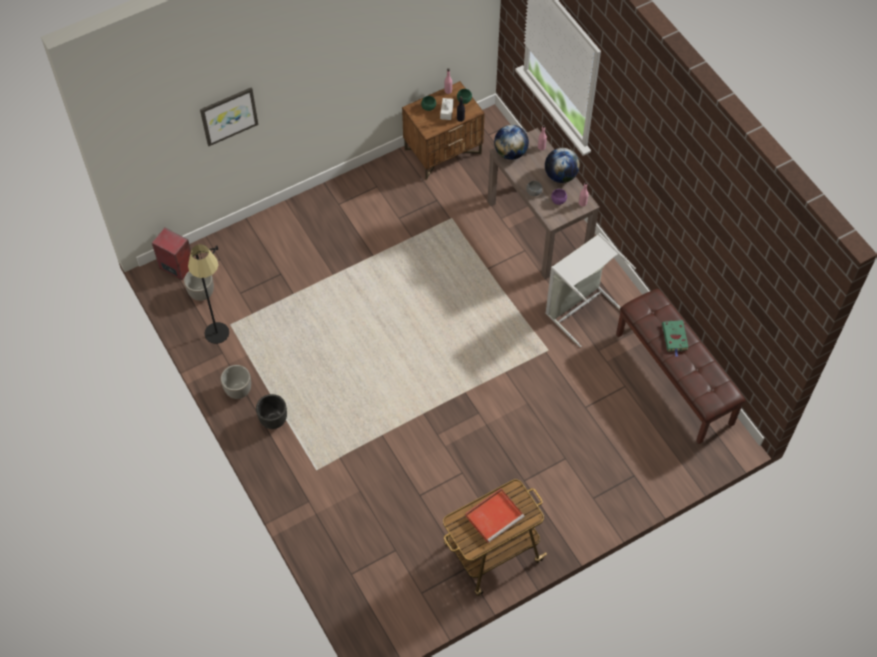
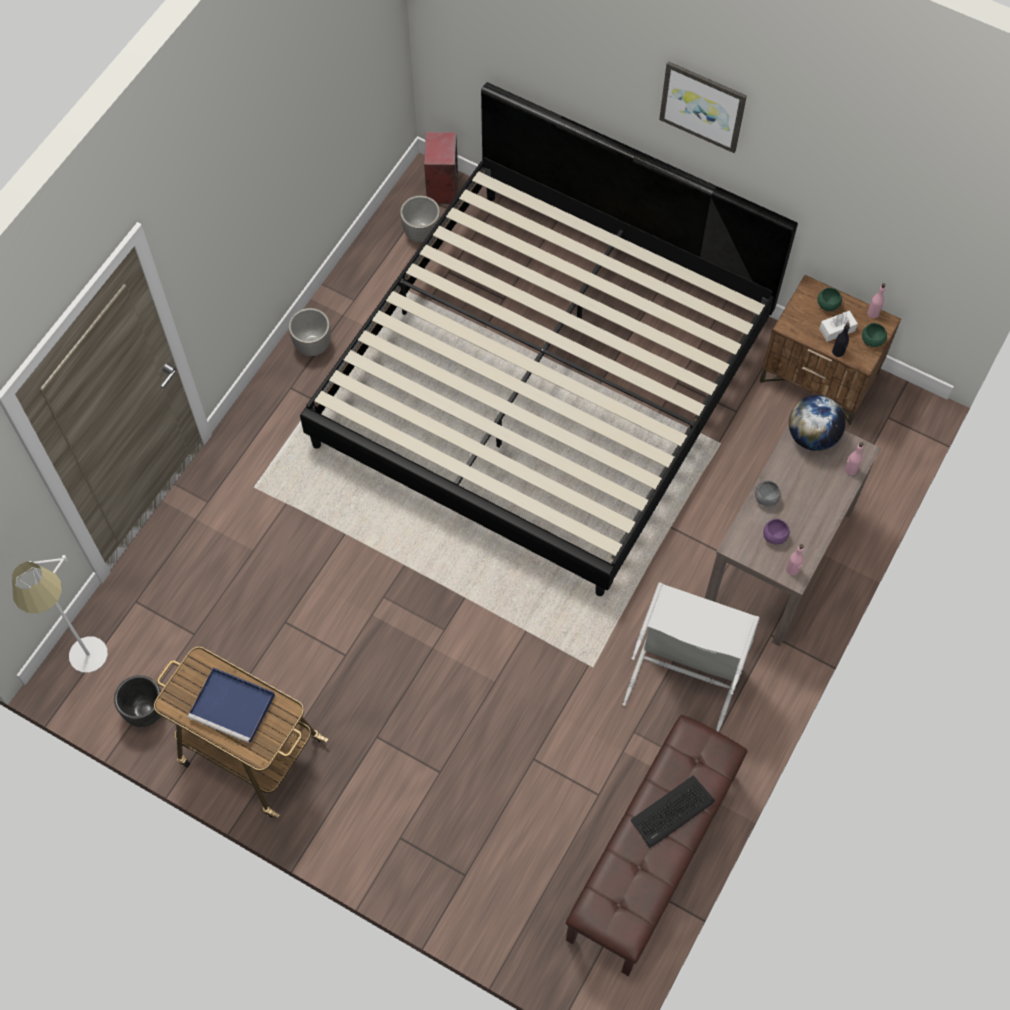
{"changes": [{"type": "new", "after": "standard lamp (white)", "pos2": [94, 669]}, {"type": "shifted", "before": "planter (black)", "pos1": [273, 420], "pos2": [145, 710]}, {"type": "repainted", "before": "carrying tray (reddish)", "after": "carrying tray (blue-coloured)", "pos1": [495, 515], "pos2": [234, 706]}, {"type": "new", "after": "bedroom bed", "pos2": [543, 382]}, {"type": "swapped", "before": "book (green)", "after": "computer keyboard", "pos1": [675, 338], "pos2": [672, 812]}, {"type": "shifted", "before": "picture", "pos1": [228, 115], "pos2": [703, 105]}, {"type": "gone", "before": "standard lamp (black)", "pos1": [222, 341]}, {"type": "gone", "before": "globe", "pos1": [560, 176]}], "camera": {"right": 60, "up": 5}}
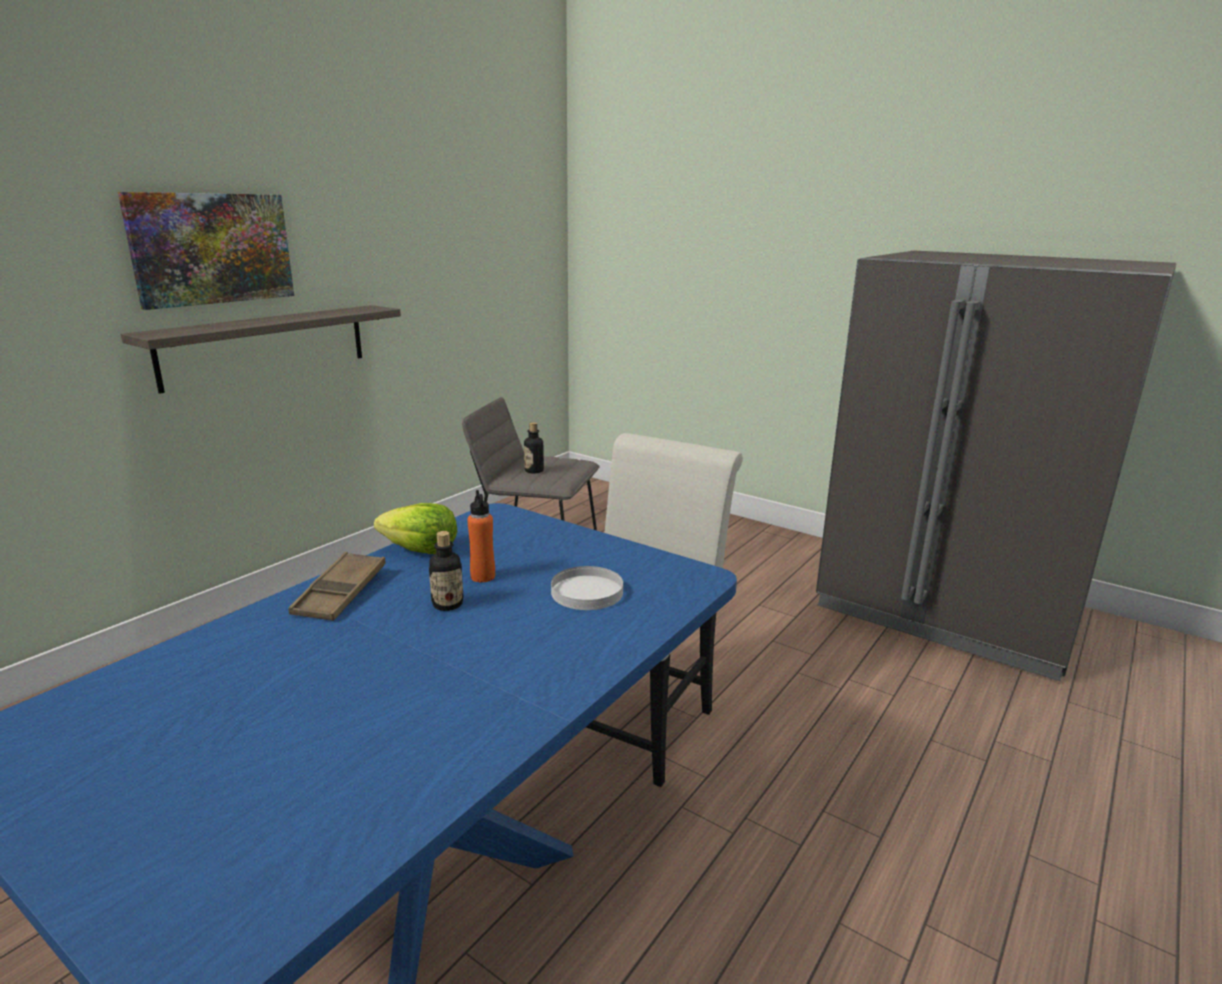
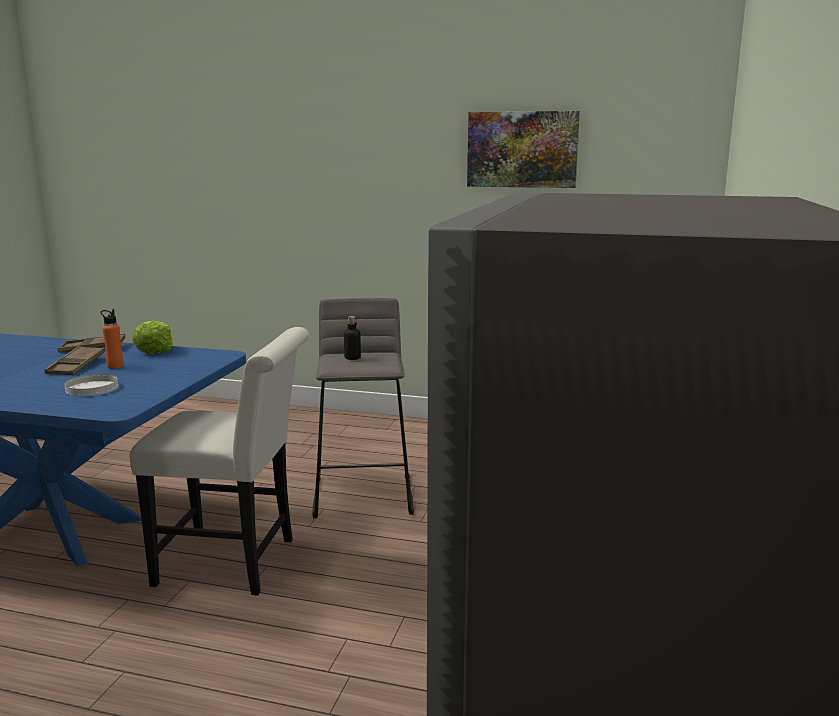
{"changes": [{"type": "swapped", "before": "bottle", "after": "carrying tray (brown)", "pos1": [447, 604], "pos2": [76, 366]}, {"type": "shifted", "before": "picture", "pos1": [212, 248], "pos2": [522, 149]}, {"type": "gone", "before": "shelf", "pos1": [266, 345]}], "camera": {"right": 70, "up": -5}}
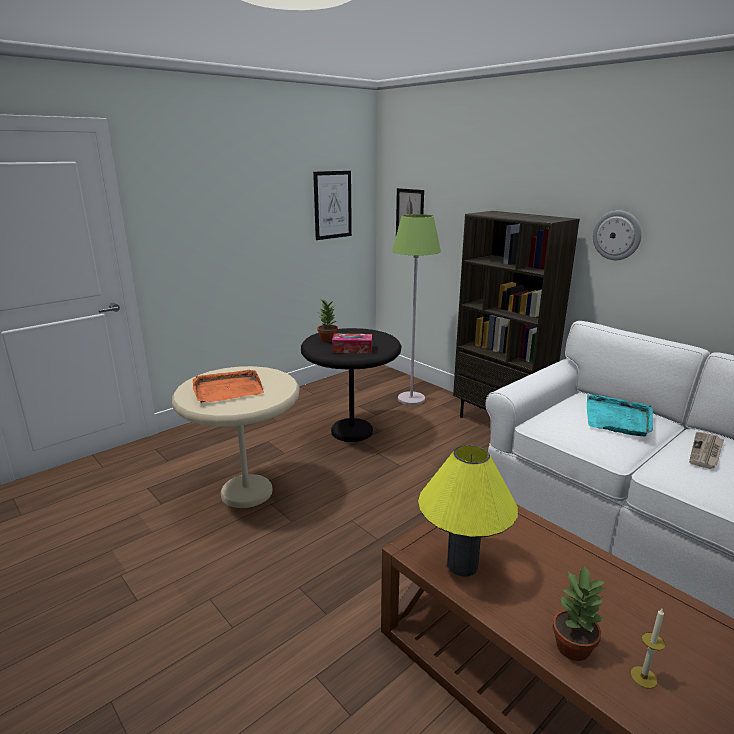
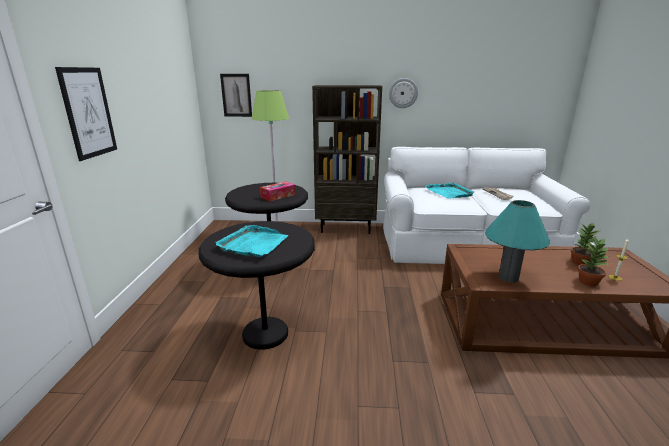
{"changes": [{"type": "shifted", "before": "picture", "pos1": [332, 205], "pos2": [88, 112]}, {"type": "repainted", "before": "end table (sand-coloured)", "after": "end table (black)", "pos1": [247, 492], "pos2": [265, 334]}, {"type": "repainted", "before": "carrying tray (orange)", "after": "carrying tray (turquoise-coloured)", "pos1": [227, 389], "pos2": [253, 244]}, {"type": "repainted", "before": "lamp for a table (yellow-coloured)", "after": "lamp for a table (turquoise-coloured)", "pos1": [462, 565], "pos2": [508, 277]}, {"type": "shifted", "before": "potted plant", "pos1": [327, 339], "pos2": [580, 263]}], "camera": {"right": -45, "up": 0}}
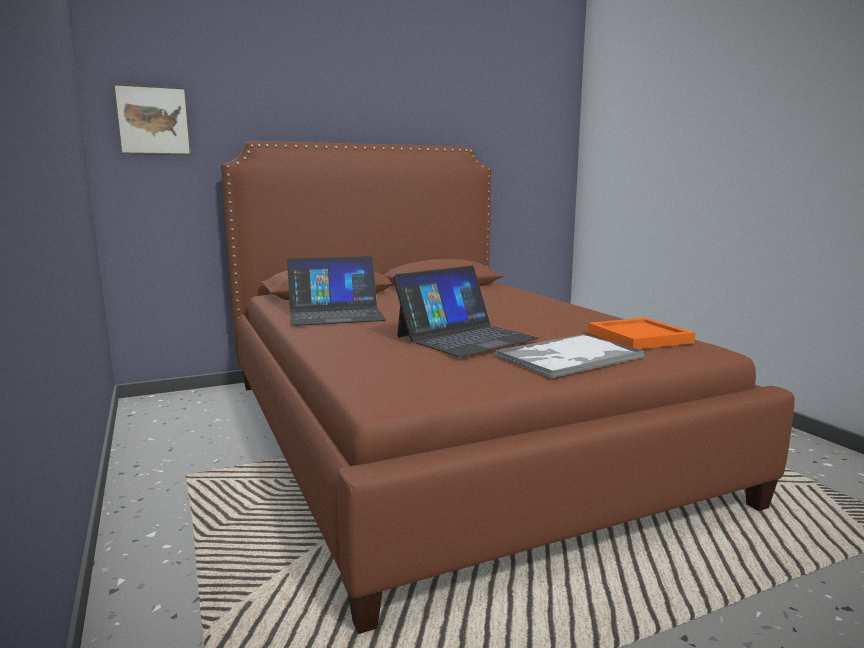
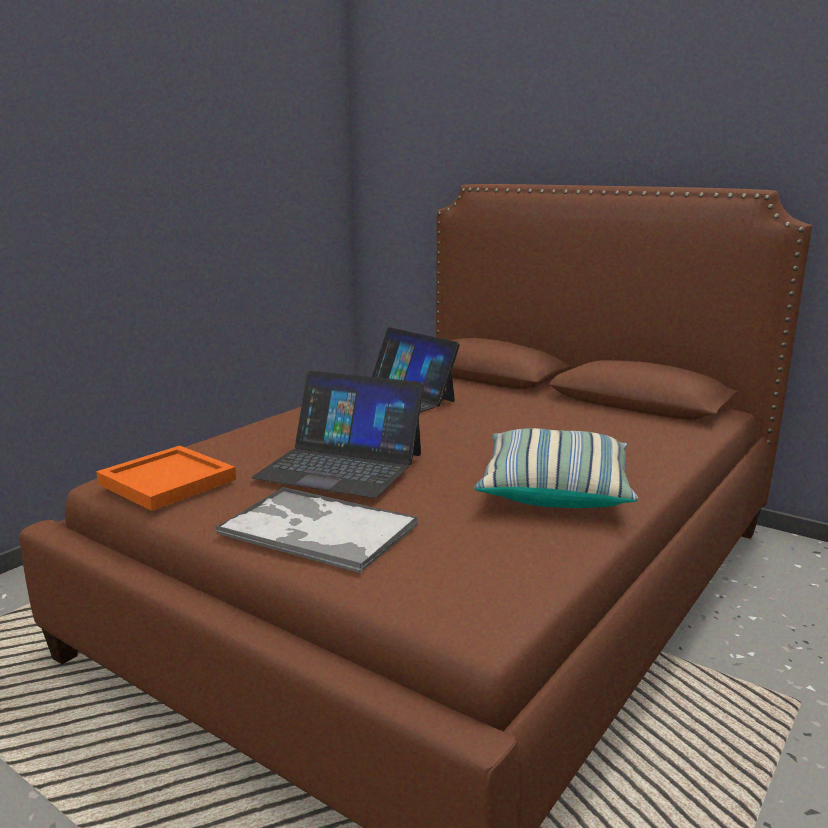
{"changes": [{"type": "shifted", "before": "carrying tray (orange)", "pos1": [637, 337], "pos2": [168, 481]}, {"type": "new", "after": "throw pillow", "pos2": [554, 490]}, {"type": "gone", "before": "picture", "pos1": [153, 121]}], "camera": {"right": 60, "up": 5}}
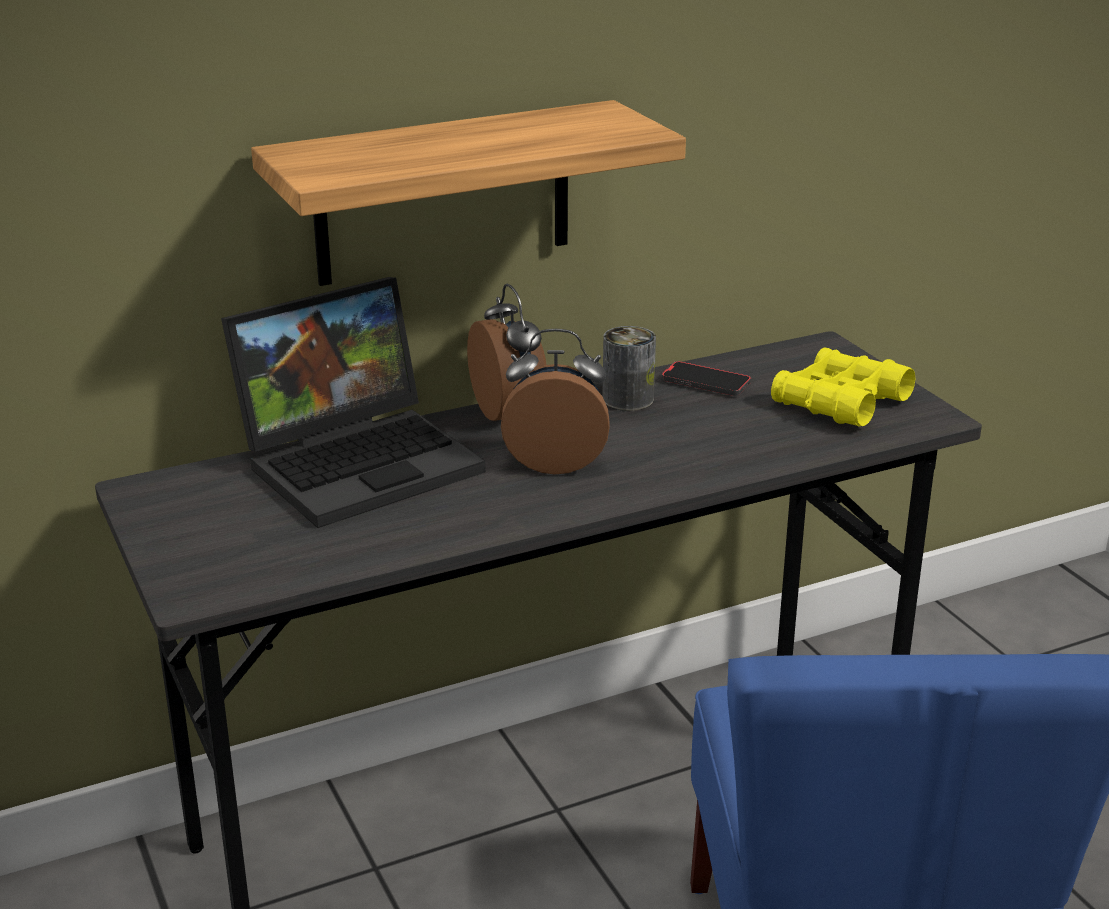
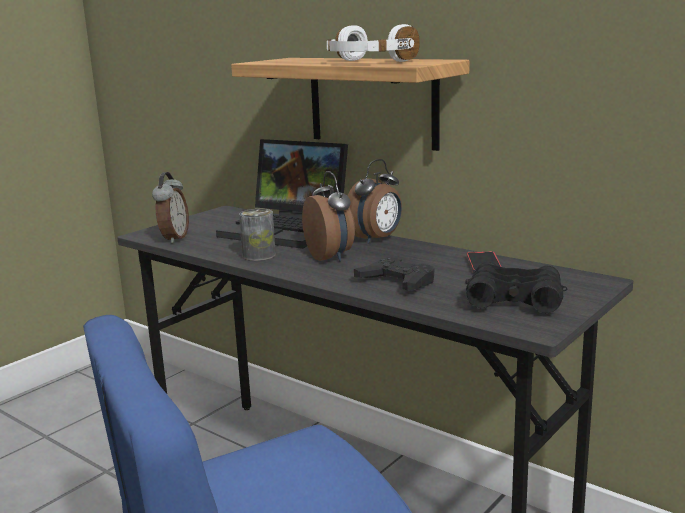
{"changes": [{"type": "new", "after": "table clock", "pos2": [173, 238]}, {"type": "shifted", "before": "sealed can", "pos1": [628, 399], "pos2": [259, 255]}, {"type": "new", "after": "headset (white)", "pos2": [368, 62]}, {"type": "new", "after": "joypad (black)", "pos2": [397, 282]}, {"type": "repainted", "before": "binoculars (yellow-coloured)", "after": "binoculars (black)", "pos1": [840, 402], "pos2": [514, 300]}], "camera": {"right": 65, "up": -10}}
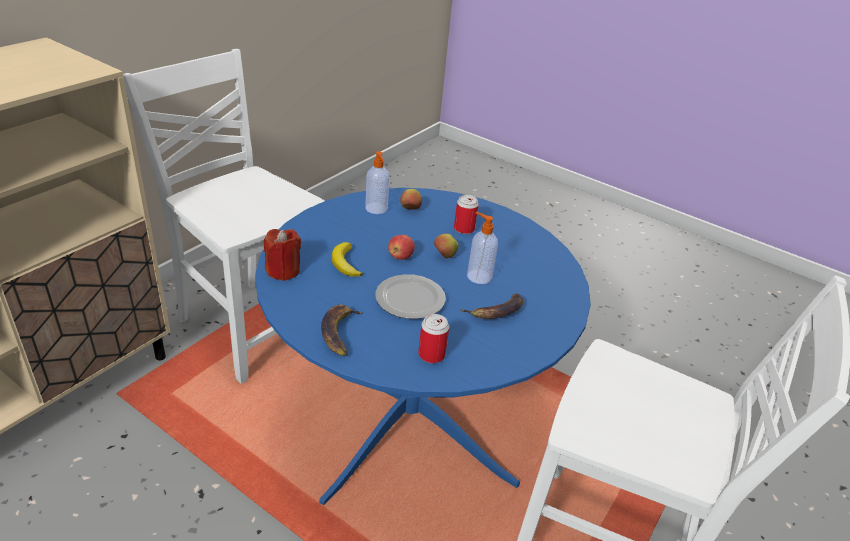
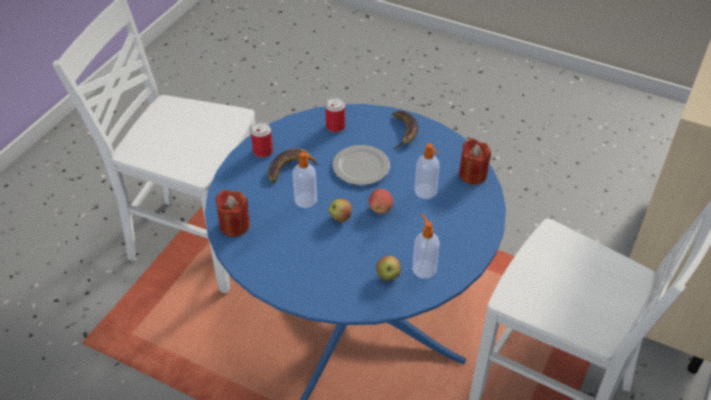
{"changes": [{"type": "new", "after": "wax candle (reddish)", "pos2": [234, 225]}, {"type": "shifted", "before": "sealed can", "pos1": [464, 229], "pos2": [263, 151]}, {"type": "swapped", "before": "banana", "after": "liquid soap bottle", "pos1": [345, 263], "pos2": [426, 192]}], "camera": {"right": 175, "up": 10}}
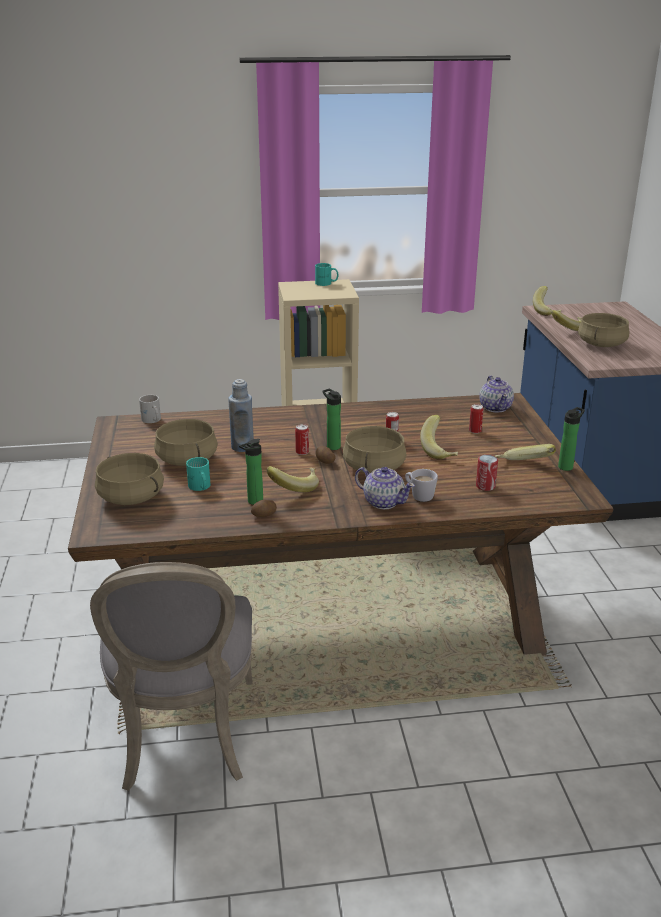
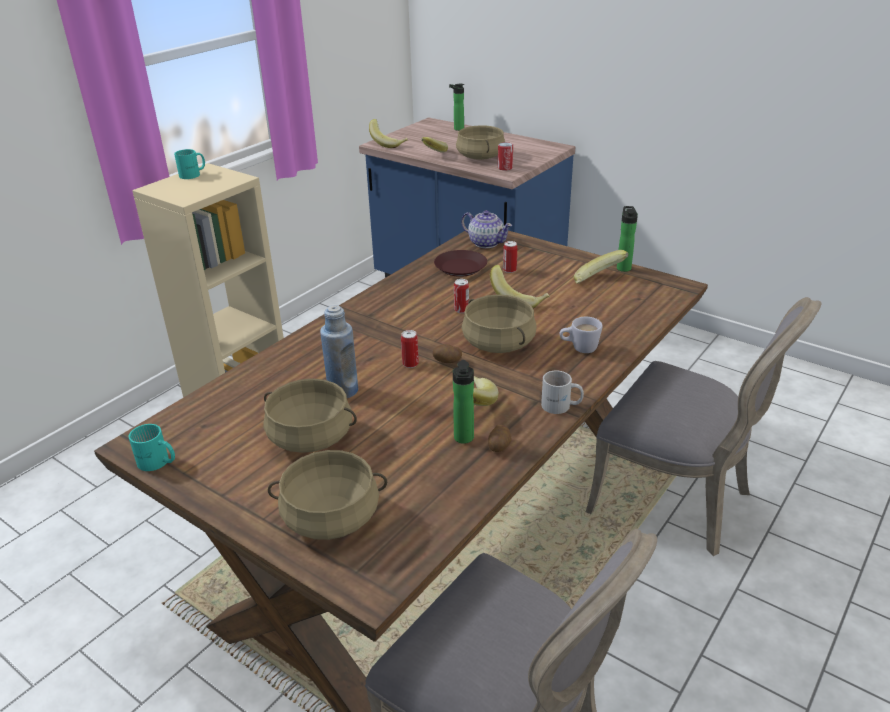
{"changes": [{"type": "shifted", "before": "tea mug (turquoise-coloured)", "pos1": [199, 487], "pos2": [157, 463]}, {"type": "new", "after": "flat dish (brown)", "pos2": [460, 268]}, {"type": "shifted", "before": "bottle", "pos1": [332, 446], "pos2": [457, 129]}, {"type": "shifted", "before": "sealed can", "pos1": [485, 486], "pos2": [505, 168]}, {"type": "shifted", "before": "tea mug (white)", "pos1": [152, 420], "pos2": [561, 406]}, {"type": "new", "after": "upright chair (grey)", "pos2": [677, 501]}, {"type": "gone", "before": "teapot", "pos1": [383, 502]}], "camera": {"right": -45, "up": 5}}
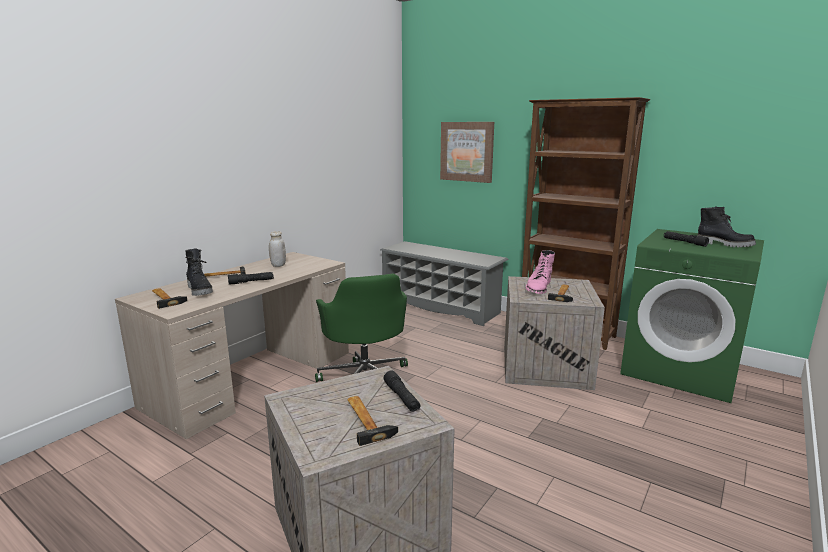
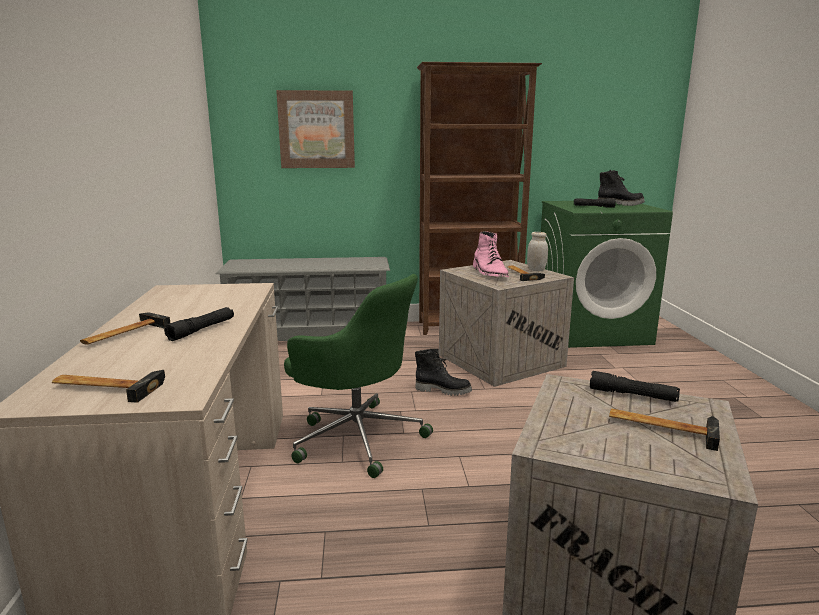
{"changes": [{"type": "shifted", "before": "tall boot (black)", "pos1": [200, 290], "pos2": [443, 390]}, {"type": "shifted", "before": "preserve jar (white)", "pos1": [278, 265], "pos2": [536, 270]}], "camera": {"right": -40, "up": 0}}
